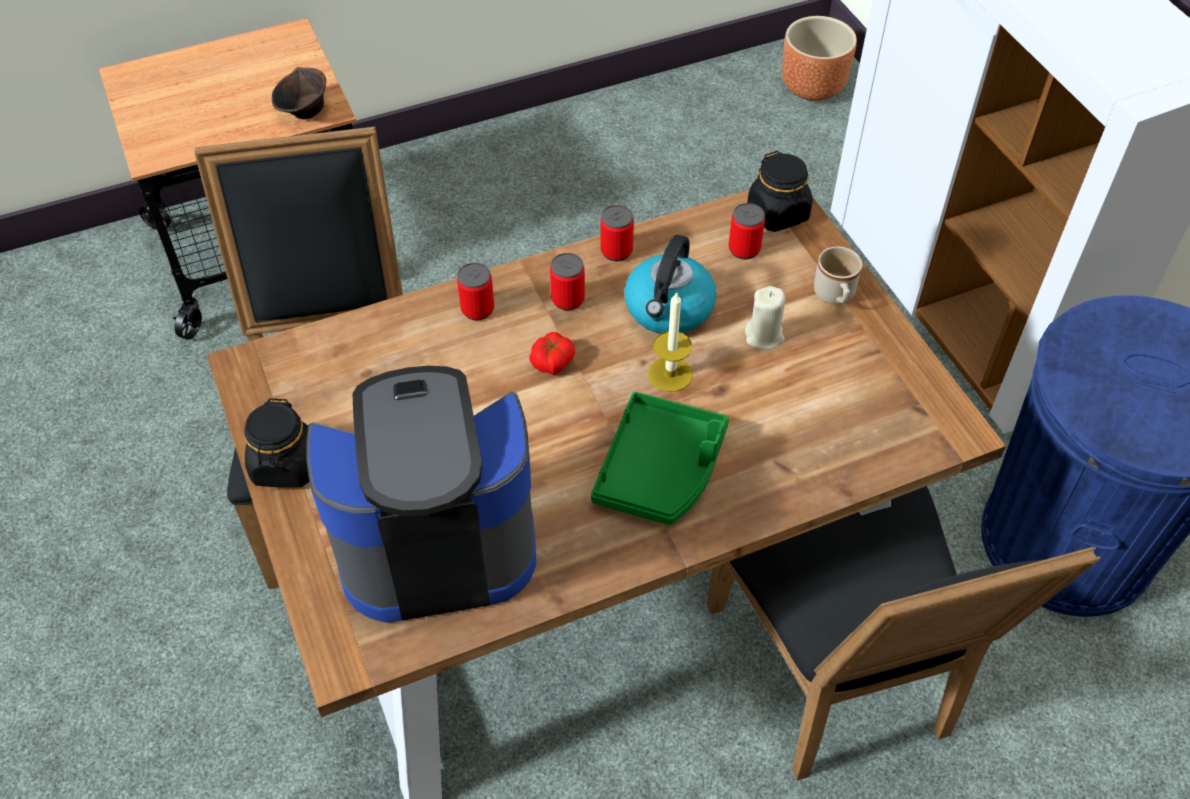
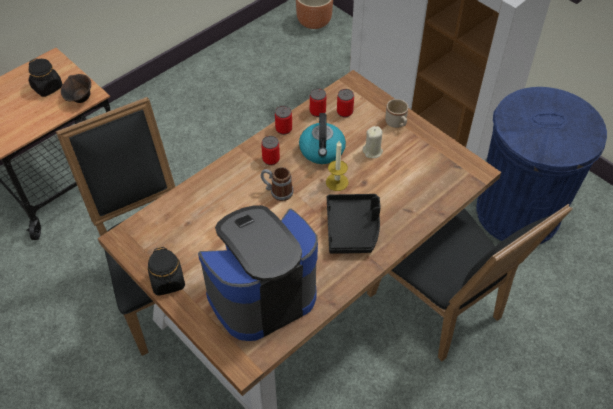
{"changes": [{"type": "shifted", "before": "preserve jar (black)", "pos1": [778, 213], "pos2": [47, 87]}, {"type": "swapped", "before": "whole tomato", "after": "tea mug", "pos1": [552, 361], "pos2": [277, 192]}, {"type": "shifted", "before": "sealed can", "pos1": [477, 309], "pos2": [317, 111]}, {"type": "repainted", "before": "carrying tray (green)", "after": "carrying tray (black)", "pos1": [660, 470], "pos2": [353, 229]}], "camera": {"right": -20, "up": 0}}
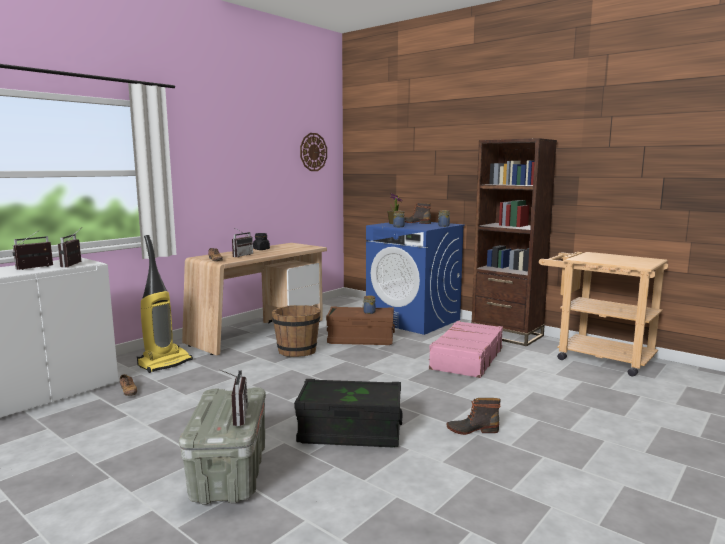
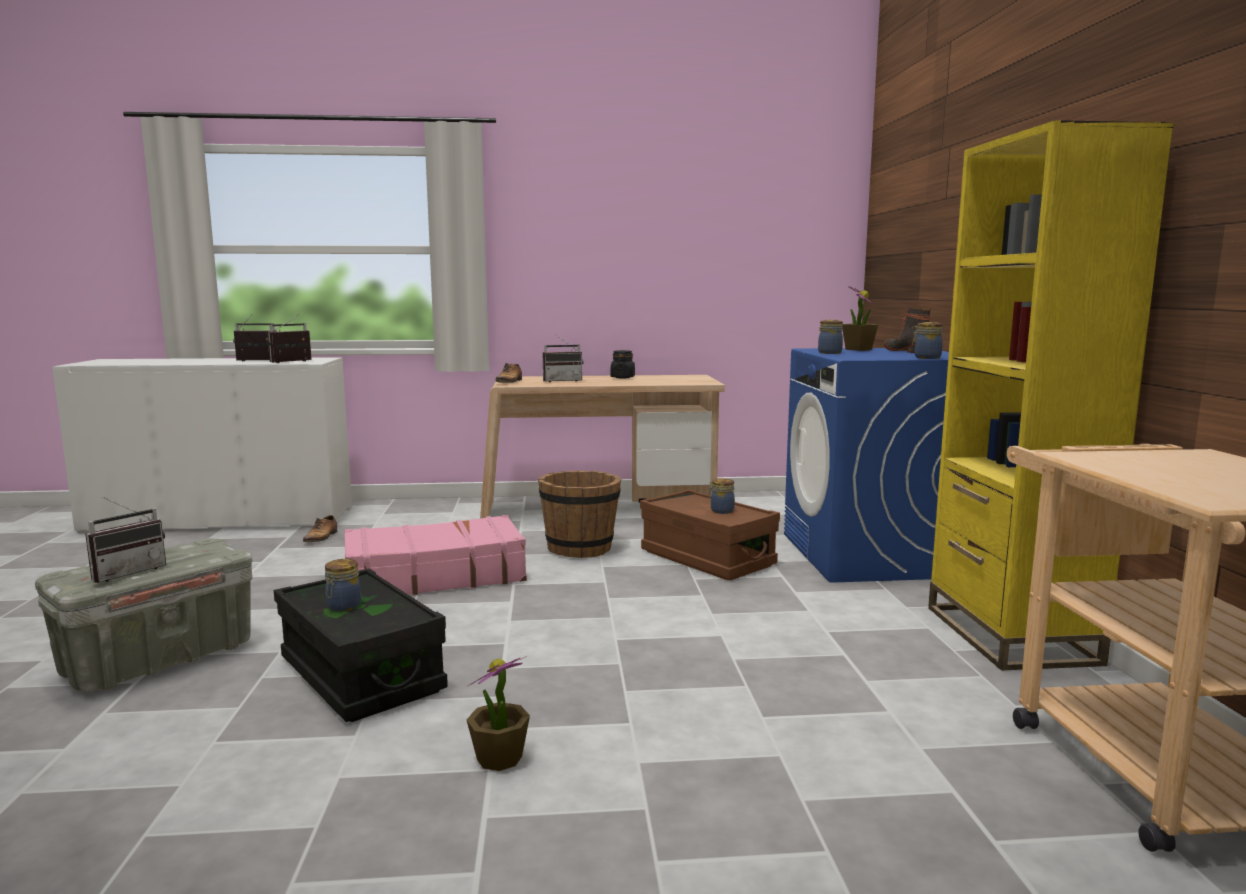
{"changes": [{"type": "new", "after": "preserve jar", "pos2": [342, 606]}, {"type": "shifted", "before": "travel case (pink-coloured)", "pos1": [466, 358], "pos2": [434, 576]}, {"type": "swapped", "before": "tall boot", "after": "potted plant", "pos1": [472, 429], "pos2": [499, 758]}, {"type": "repainted", "before": "bookshelf (brown)", "after": "bookshelf (yellow-coloured)", "pos1": [506, 335], "pos2": [1009, 635]}, {"type": "gone", "before": "hoover", "pos1": [165, 363]}, {"type": "gone", "before": "wall clock", "pos1": [313, 152]}], "camera": {"right": 45, "up": 0}}
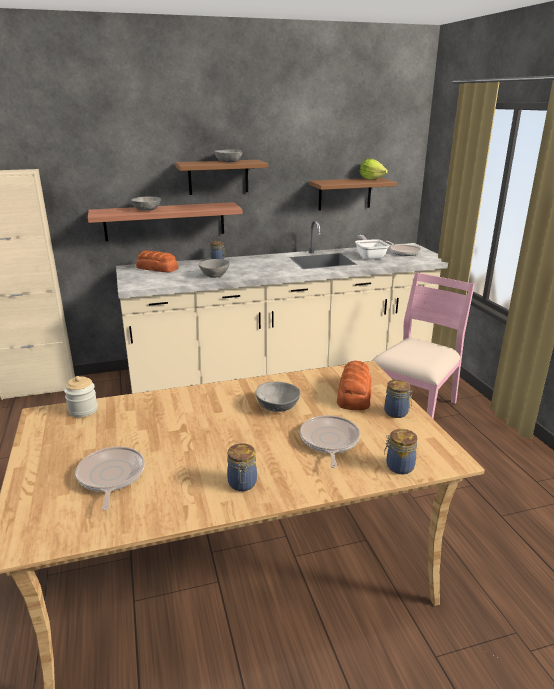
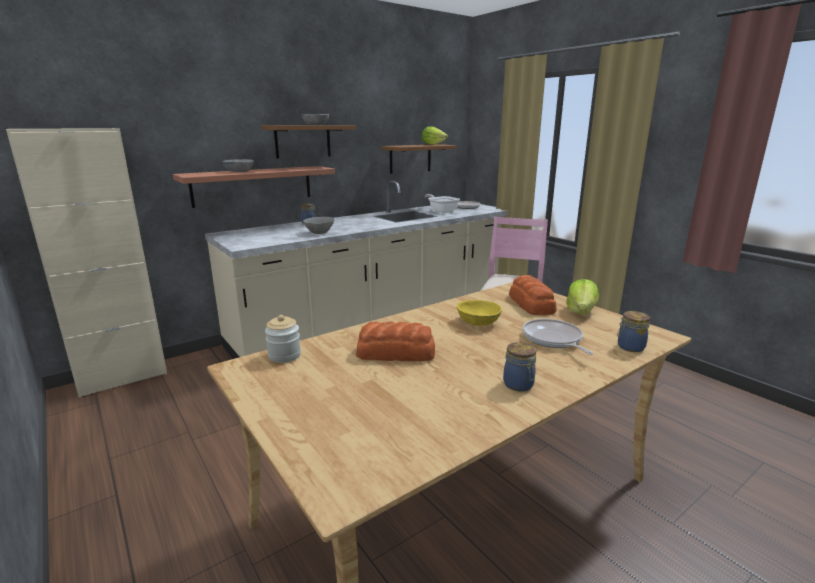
{"changes": [{"type": "shifted", "before": "bread", "pos1": [157, 268], "pos2": [396, 353]}, {"type": "repainted", "before": "bowl (grey)", "after": "bowl (yellow-coloured)", "pos1": [277, 406], "pos2": [478, 322]}, {"type": "swapped", "before": "preserve jar", "after": "lettuce", "pos1": [397, 413], "pos2": [581, 312]}, {"type": "gone", "before": "skillet", "pos1": [110, 477]}], "camera": {"right": -20, "up": -5}}
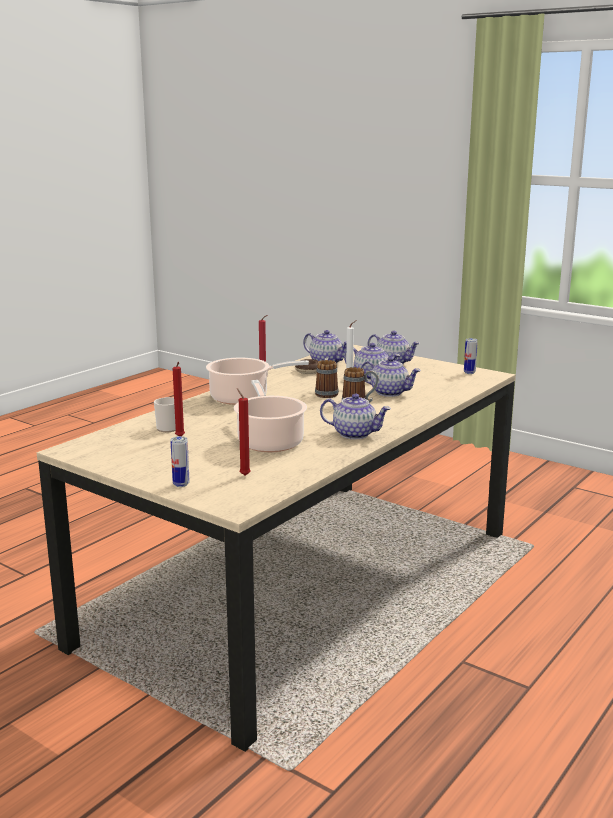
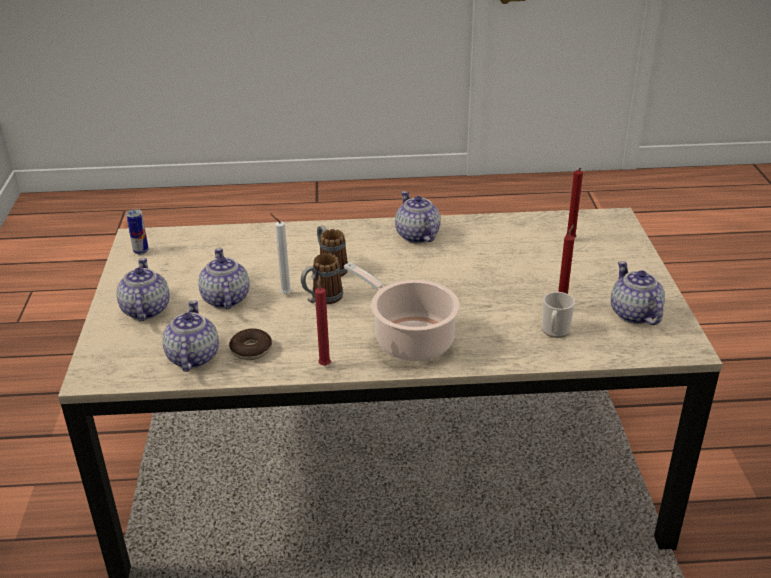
{"changes": [{"type": "shifted", "before": "teapot", "pos1": [390, 392], "pos2": [633, 314]}, {"type": "gone", "before": "sealed can", "pos1": [181, 484]}, {"type": "gone", "before": "stockpot", "pos1": [269, 441]}], "camera": {"right": -130, "up": 15}}
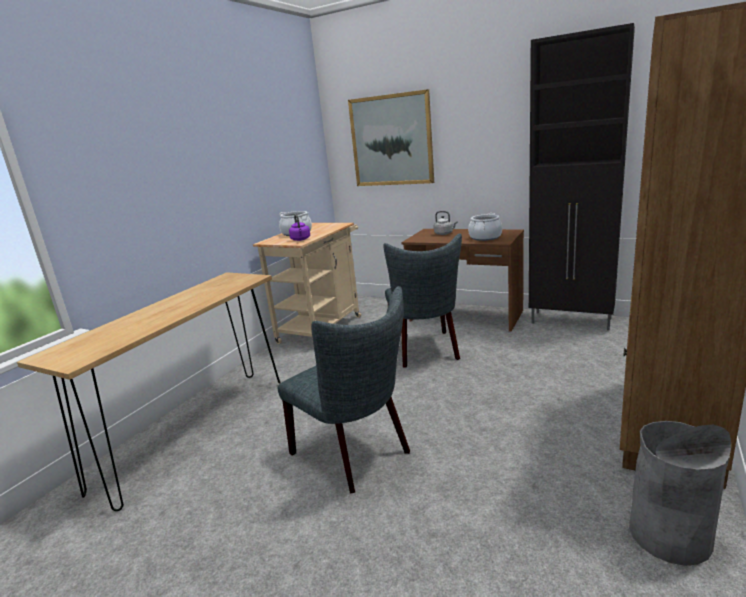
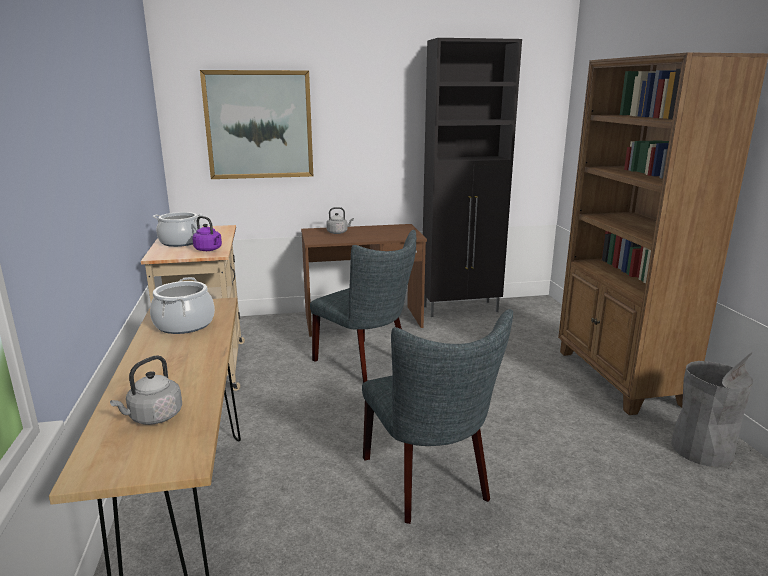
{"changes": [{"type": "new", "after": "water kettle (grey)", "pos2": [153, 417]}, {"type": "shifted", "before": "stockpot", "pos1": [485, 237], "pos2": [184, 324]}, {"type": "rotated", "before": "upright chair (grey)", "pos1": [356, 454], "pos2": [429, 482], "turn": 60}], "camera": {"right": -40, "up": 0}}
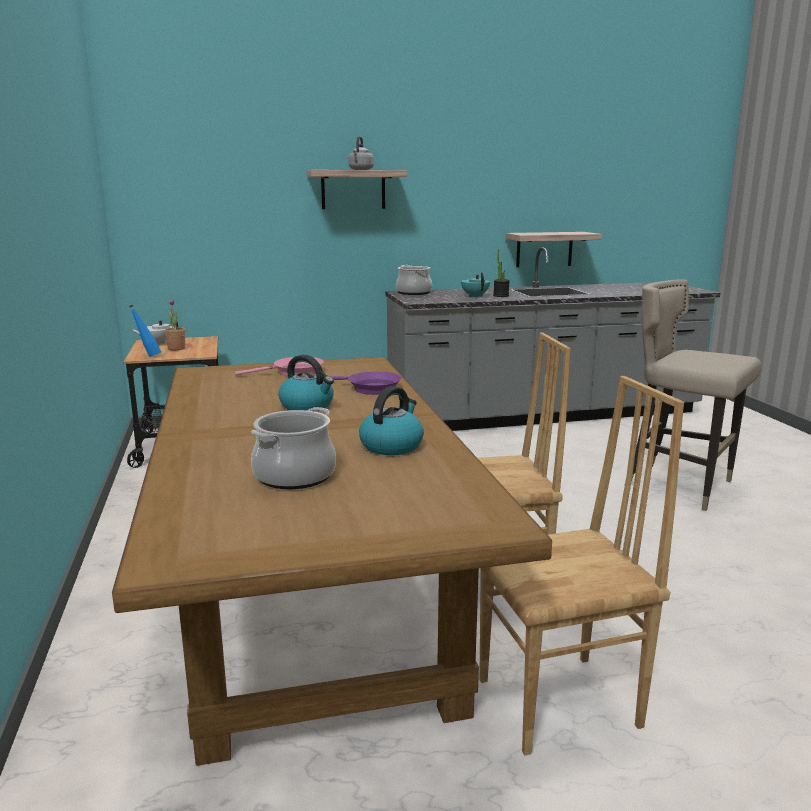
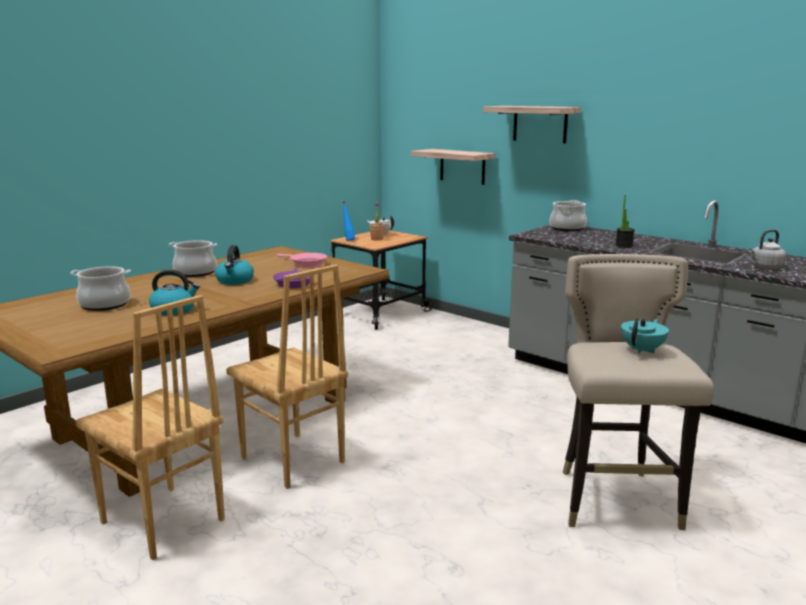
{"changes": [{"type": "new", "after": "stockpot", "pos2": [195, 272]}, {"type": "shifted", "before": "shelf", "pos1": [544, 249], "pos2": [462, 166]}, {"type": "shifted", "before": "teapot (turquoise-coloured)", "pos1": [475, 296], "pos2": [643, 350]}, {"type": "shifted", "before": "water kettle (grey)", "pos1": [360, 170], "pos2": [764, 267]}], "camera": {"right": 55, "up": 0}}
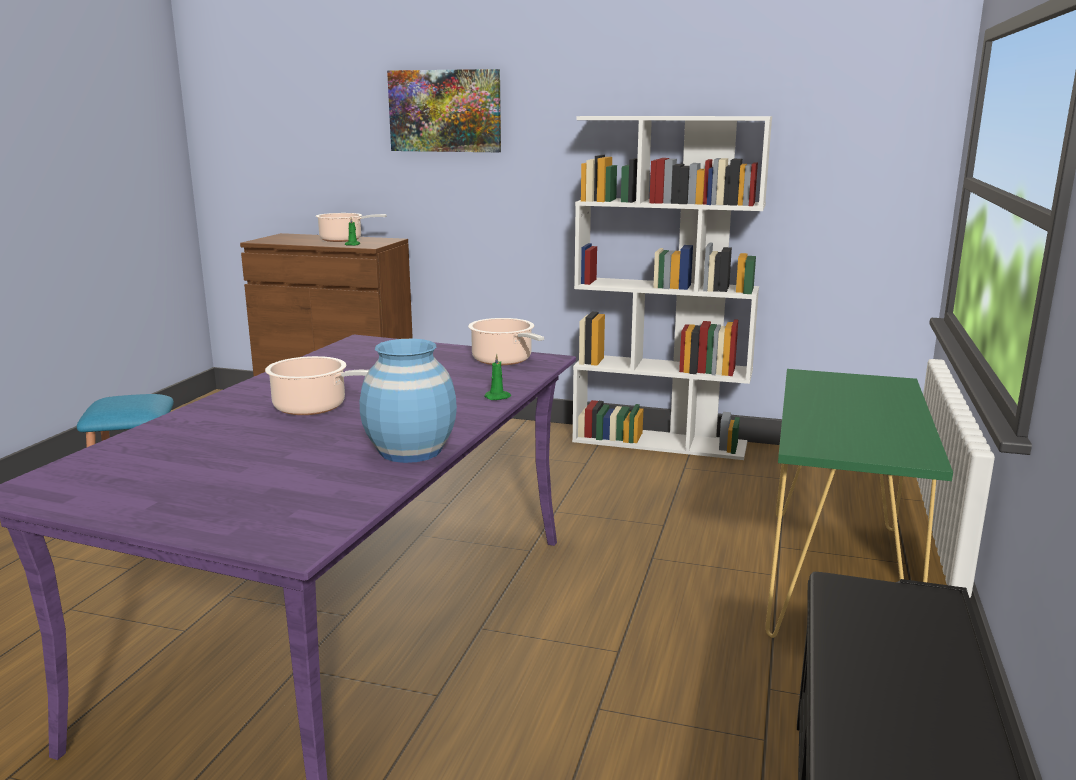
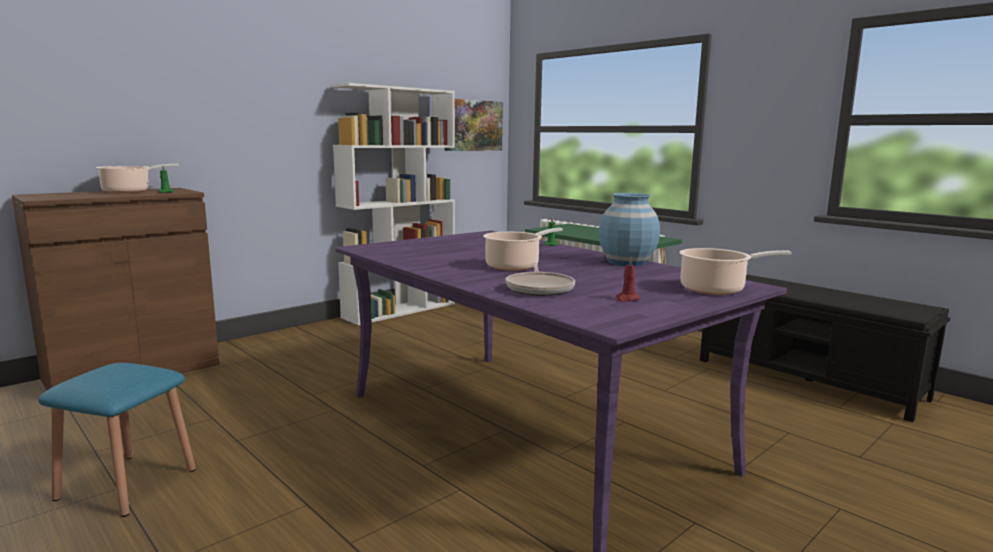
{"changes": [{"type": "shifted", "before": "picture", "pos1": [445, 111], "pos2": [473, 125]}, {"type": "new", "after": "skillet", "pos2": [540, 288]}, {"type": "new", "after": "wax candle (reddish)", "pos2": [627, 299]}, {"type": "shifted", "before": "stockpot", "pos1": [504, 360], "pos2": [716, 289]}], "camera": {"right": -60, "up": -5}}
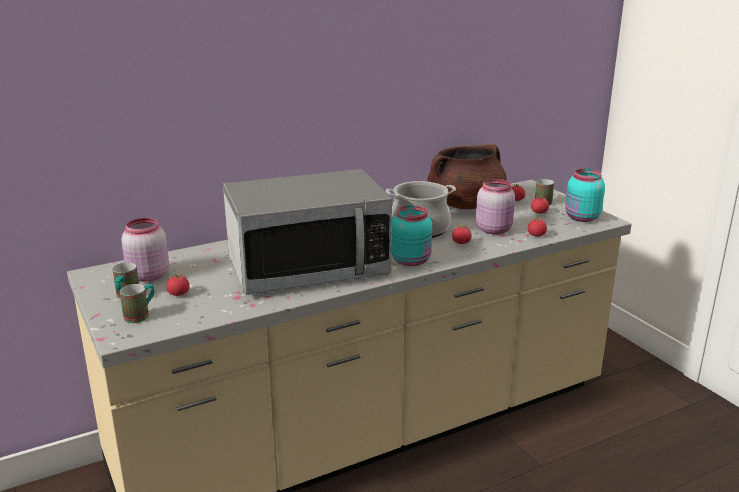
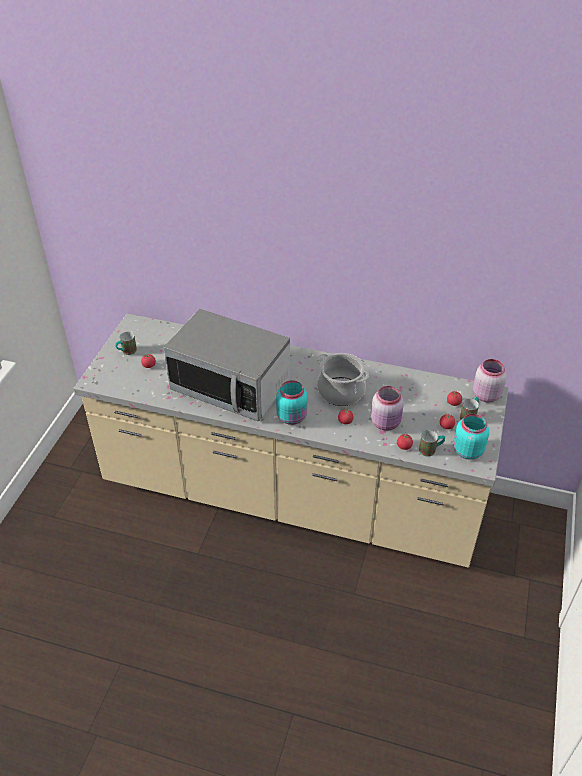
{"changes": [{"type": "shifted", "before": "tea mug", "pos1": [141, 315], "pos2": [431, 450]}, {"type": "shifted", "before": "preserve jar (pink-coloured)", "pos1": [147, 275], "pos2": [485, 394]}, {"type": "gone", "before": "stockpot (brown)", "pos1": [465, 205]}], "camera": {"right": 45, "up": 20}}
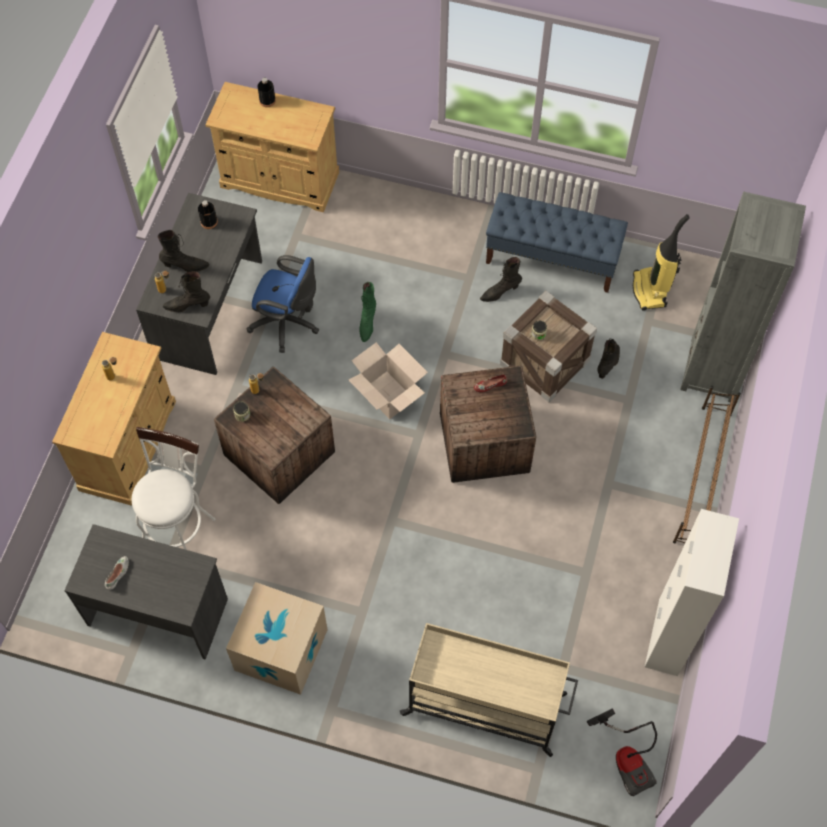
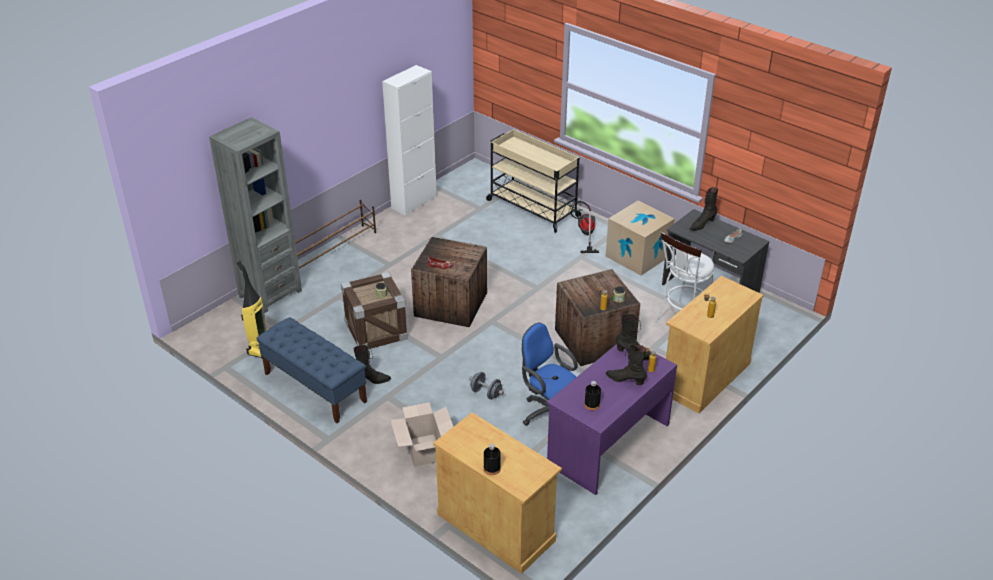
{"changes": [{"type": "shifted", "before": "cardboard box", "pos1": [388, 395], "pos2": [424, 450]}, {"type": "swapped", "before": "tall boot (green)", "after": "hand weight (grey)", "pos1": [367, 323], "pos2": [486, 393]}, {"type": "repainted", "before": "desk (grey)", "after": "desk (purple)", "pos1": [210, 309], "pos2": [607, 443]}, {"type": "shifted", "before": "hoover", "pos1": [628, 759], "pos2": [585, 234]}, {"type": "shifted", "before": "tall boot (black)", "pos1": [608, 364], "pos2": [702, 225]}], "camera": {"right": -155, "up": -25}}
